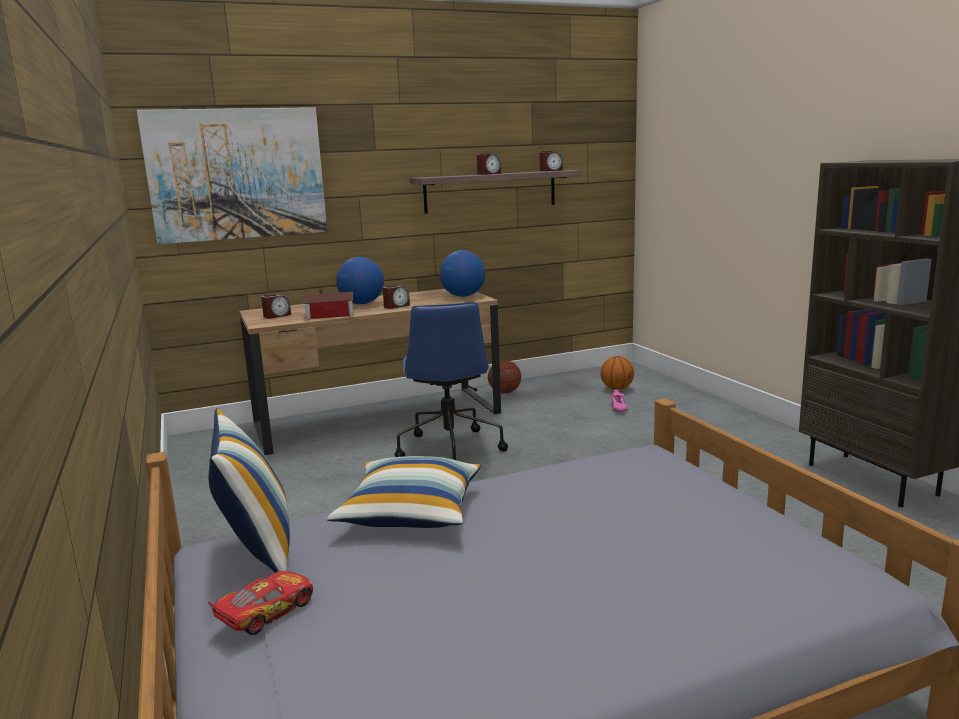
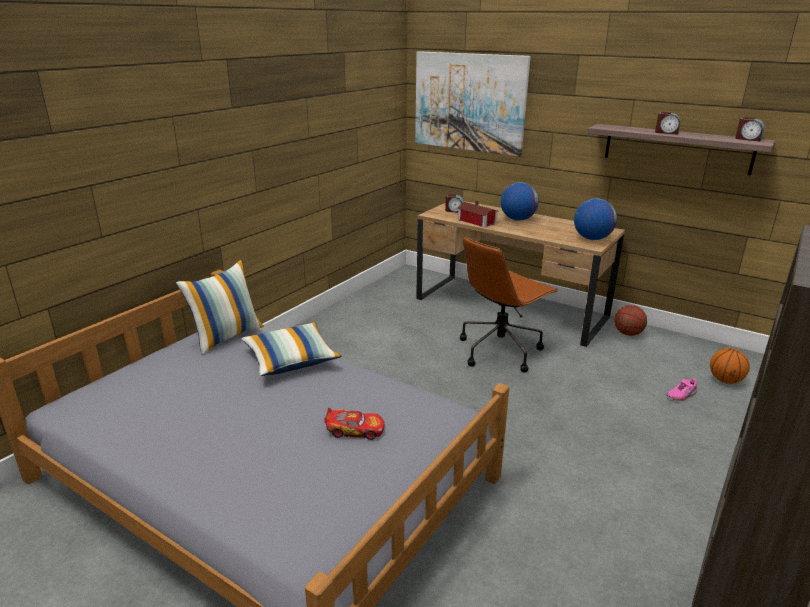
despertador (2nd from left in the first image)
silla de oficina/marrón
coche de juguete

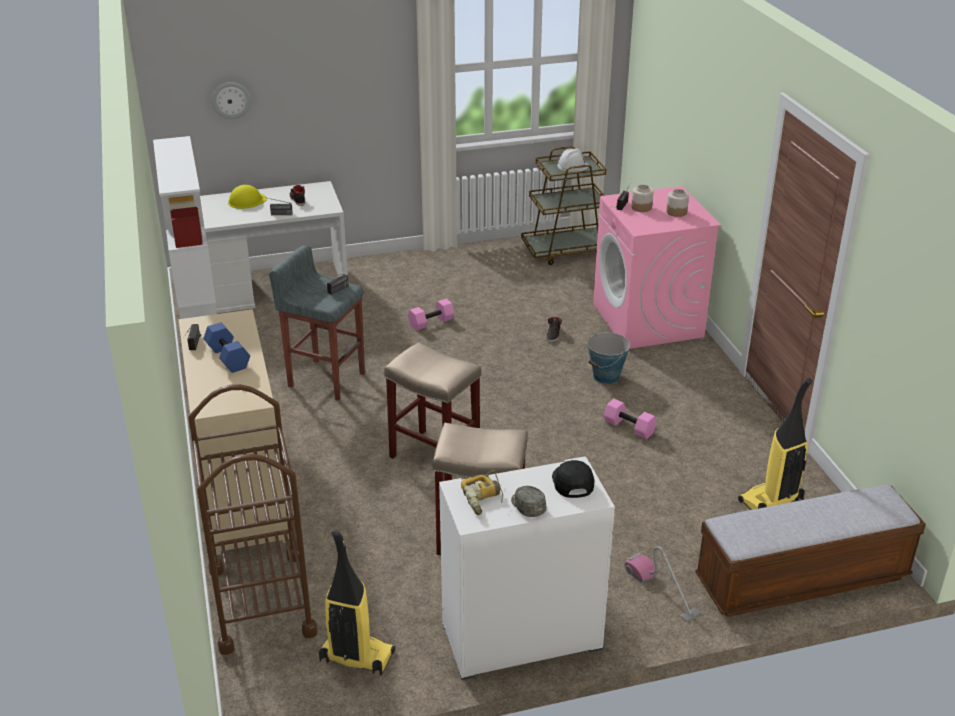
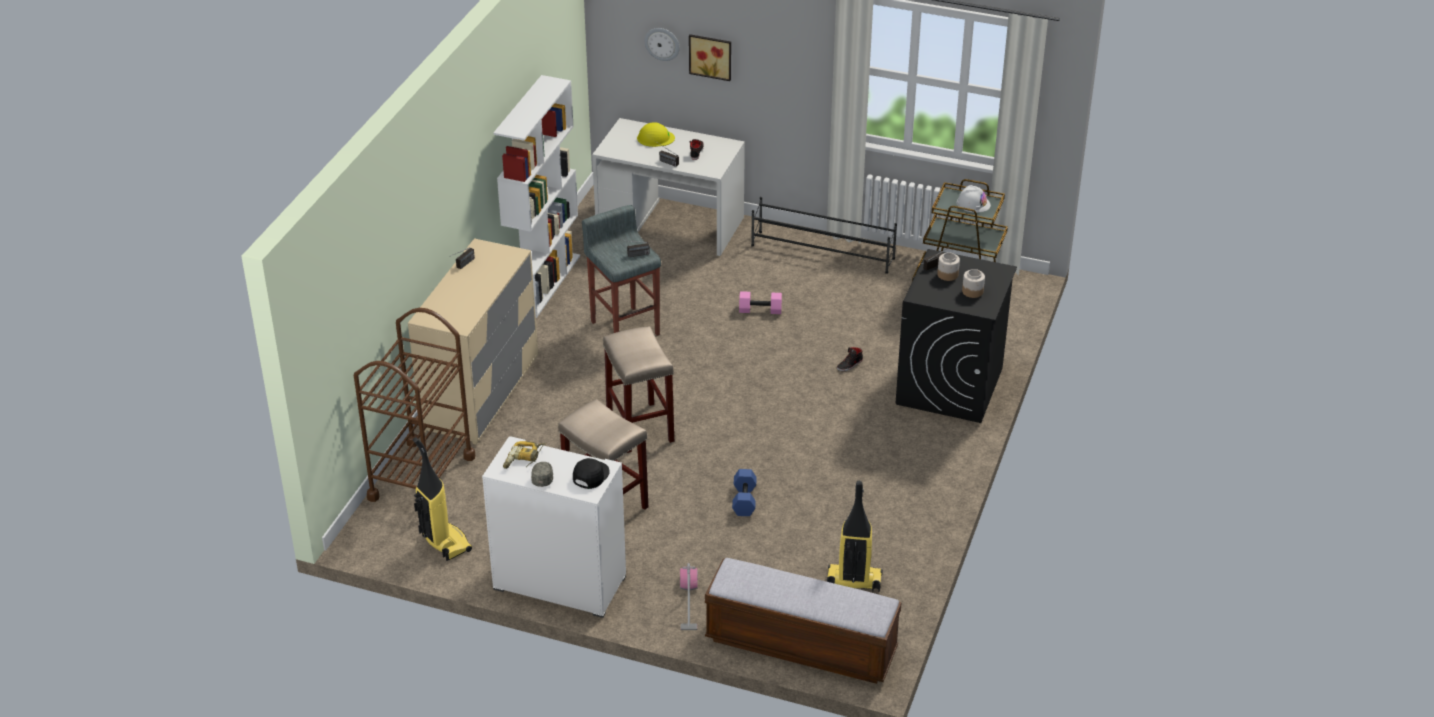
lavadora/negro
mancuerna/azul
cubo
mancuerna/rosa (2nd from left in the first image)
cuadro
zapatero/negro

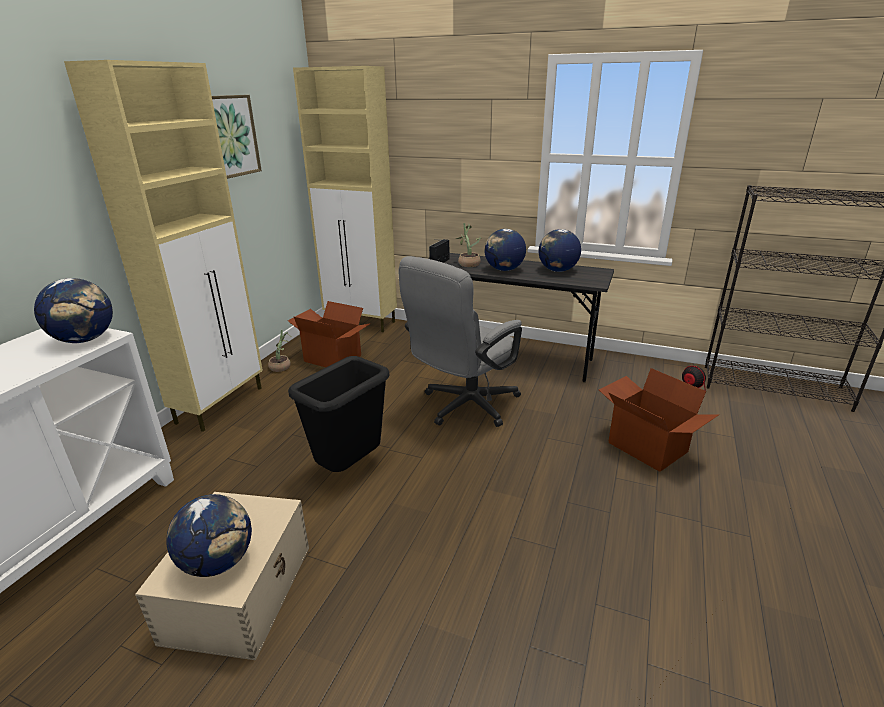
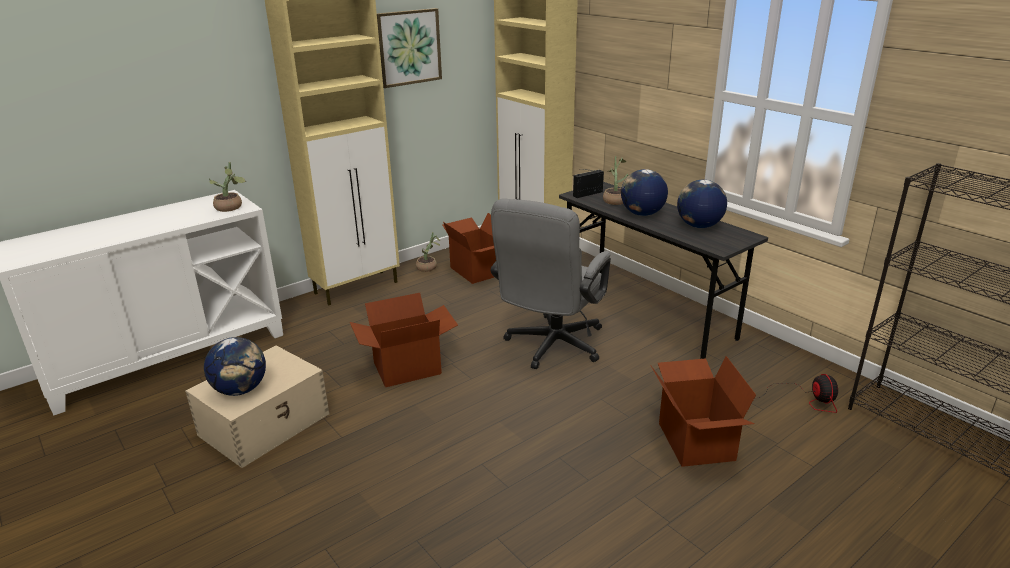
silla de oficina/gris
planta en maceta (1st from left)
caja de cartón (1st from left)

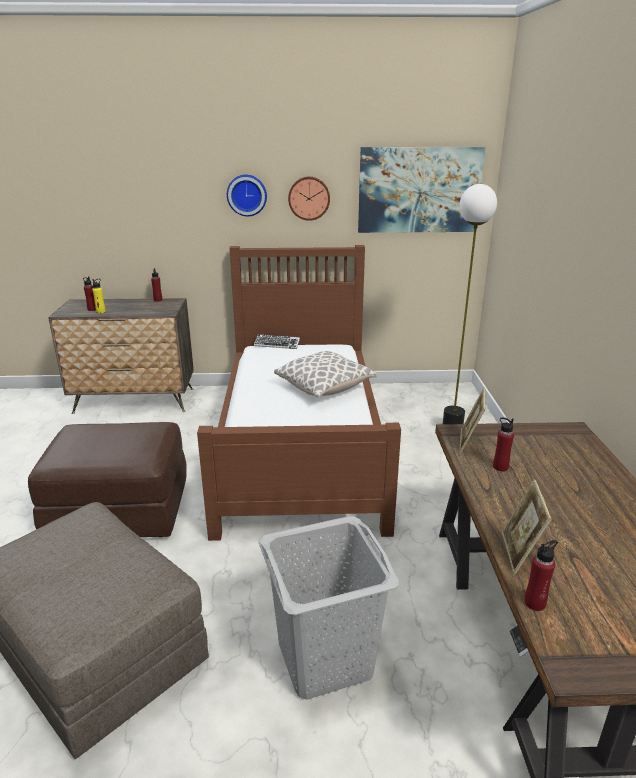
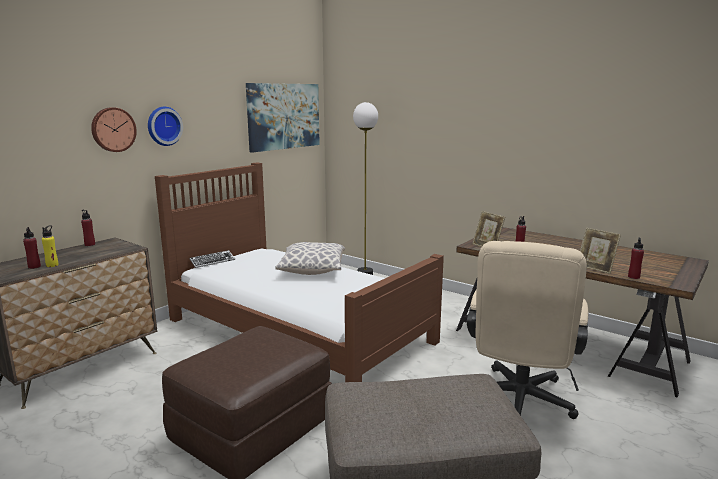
reloj de pared (1st from left)
silla de oficina/beis

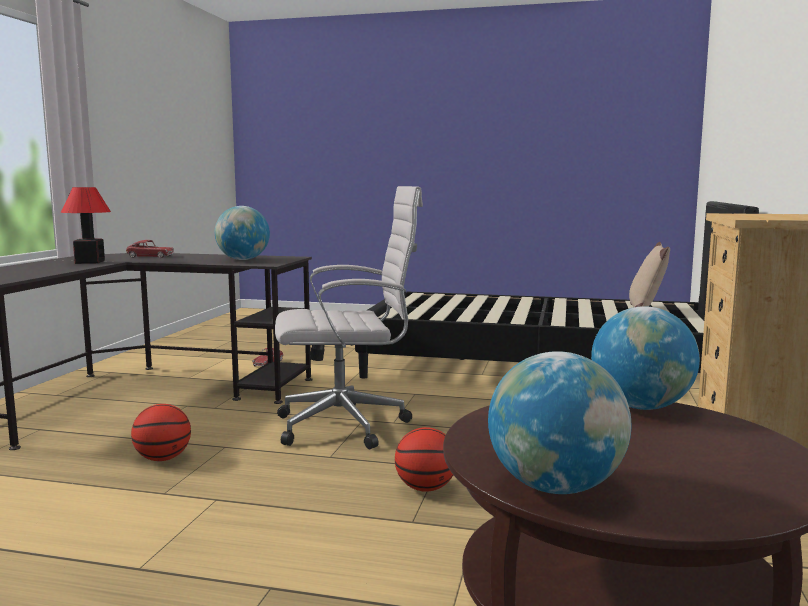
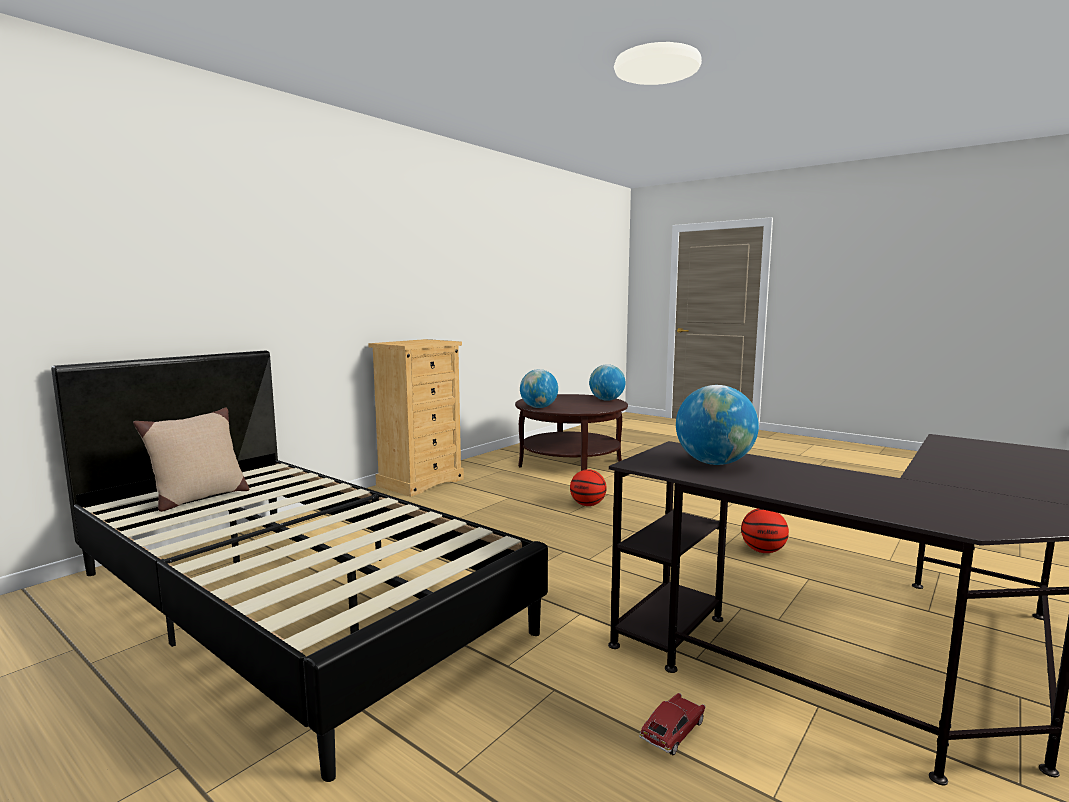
silla de oficina/blanco
lámpara de mesa
coche de juguete (1st from left in the first image)

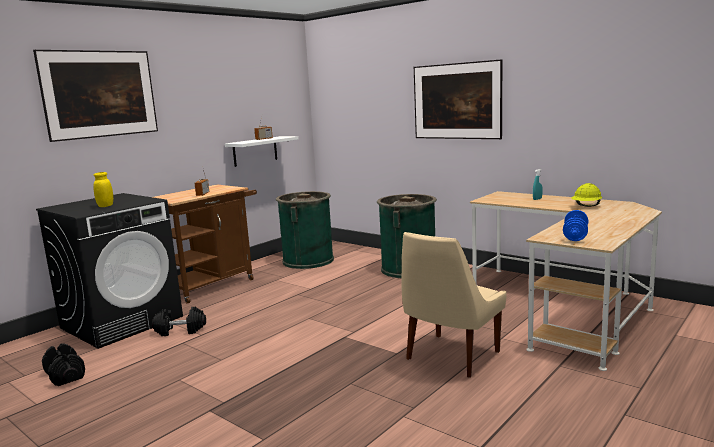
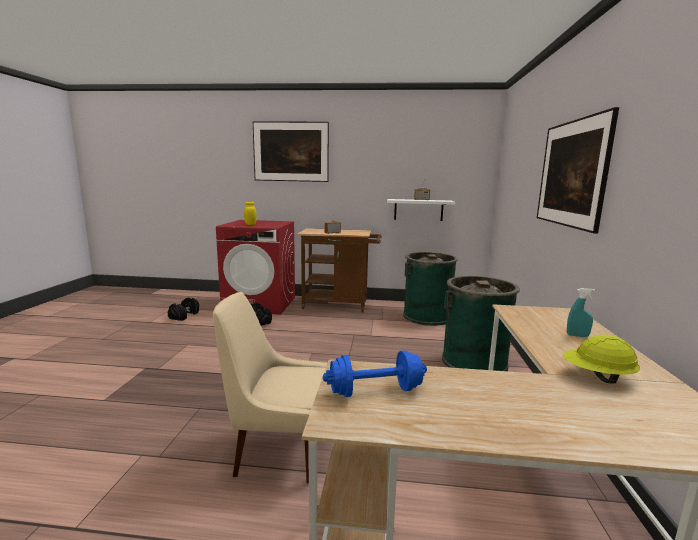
lavadora/rojo

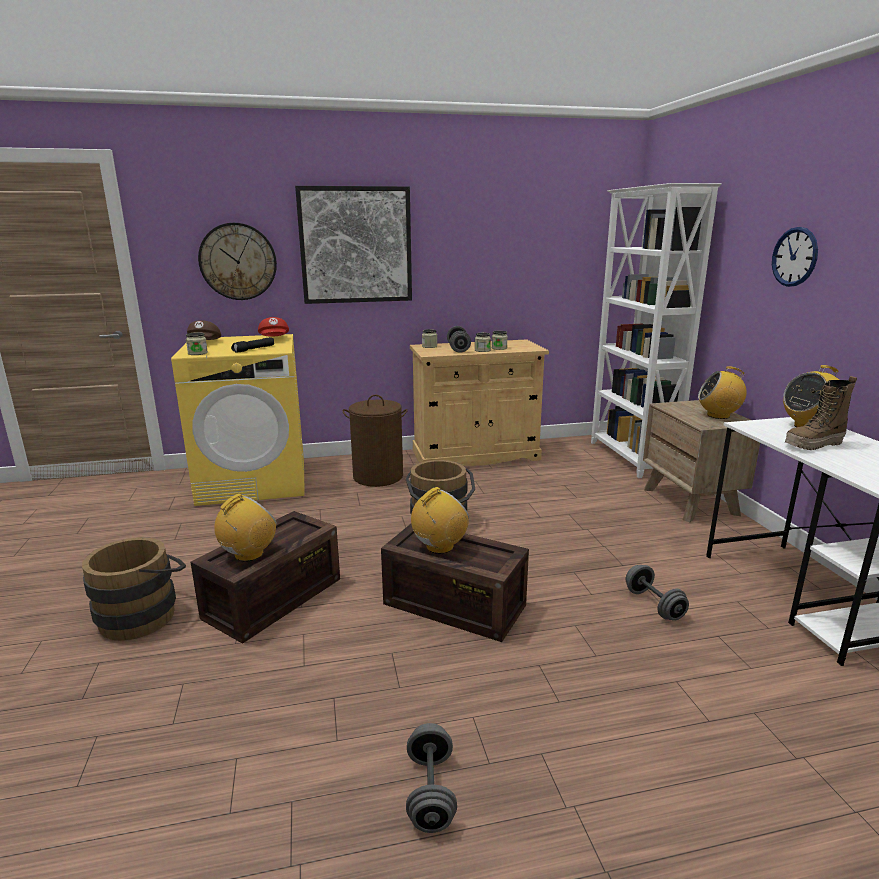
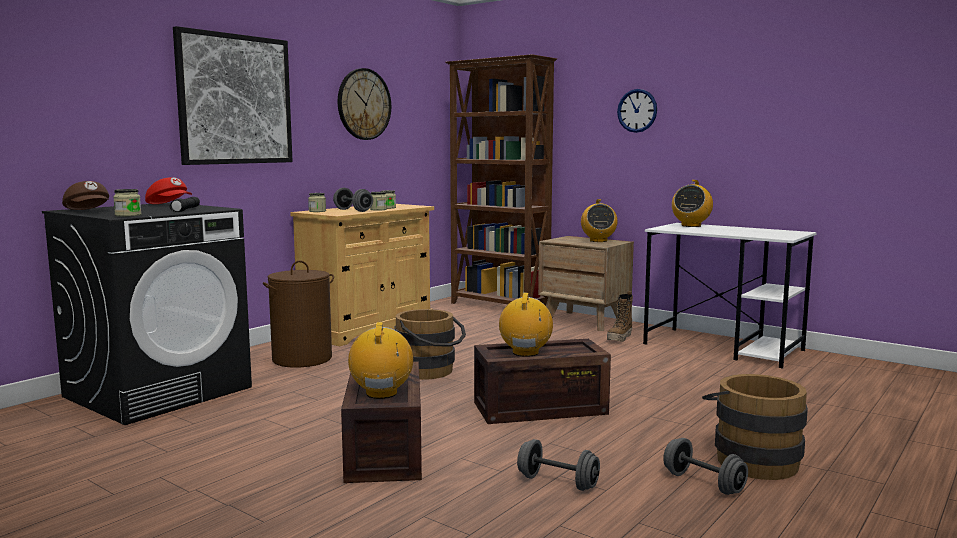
estantería/marrón
reloj de pared (1st from left)
lavadora/negro
radio (3rd from left)
bota
cubo/marrón (2nd from left)
mancuerna/gris (2nd from left)

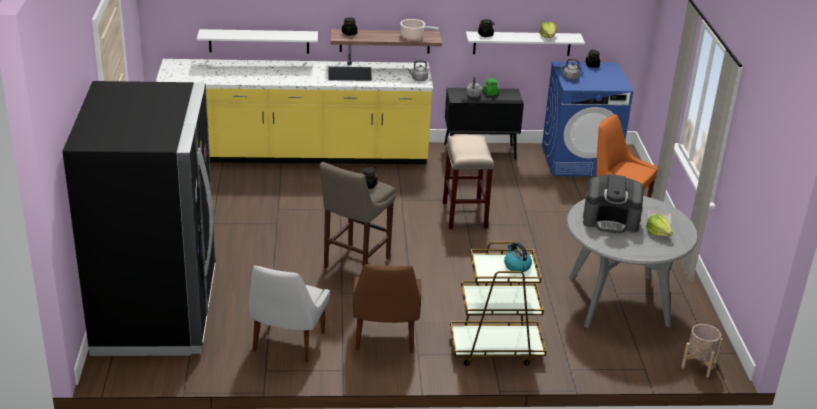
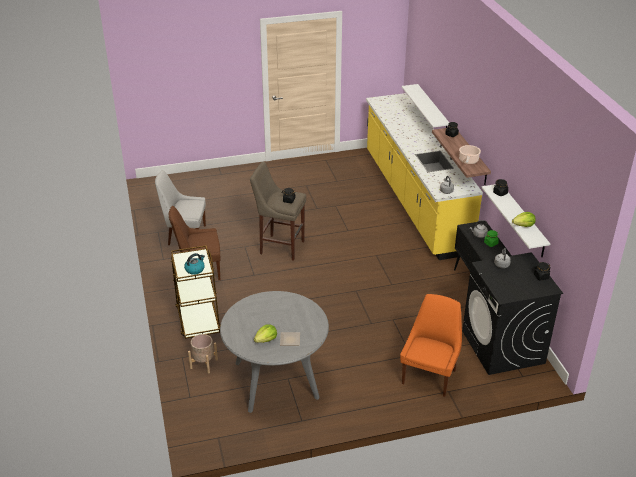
lavadora/negro
nevera/negro
taburete/beis (2nd from left in the first image)
cafetera
maceta/beis

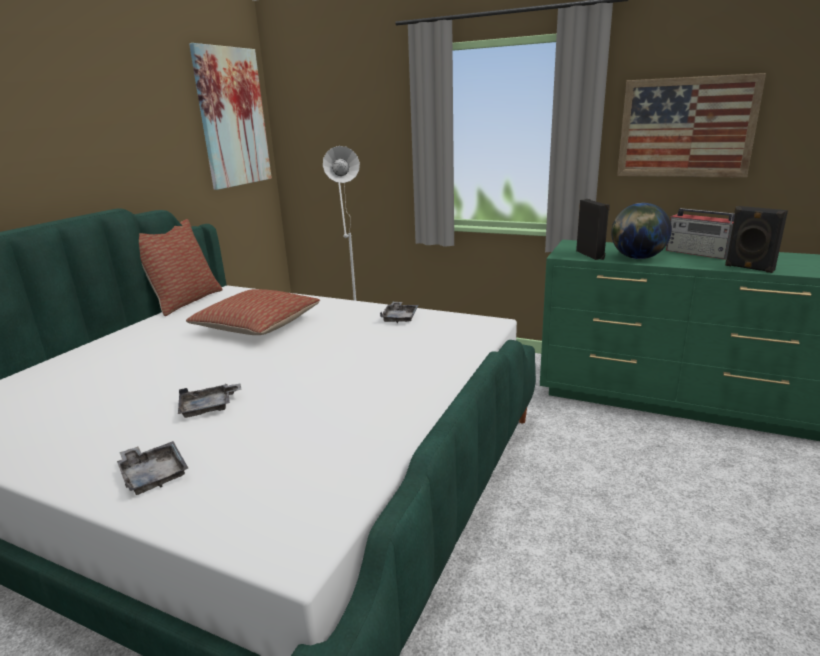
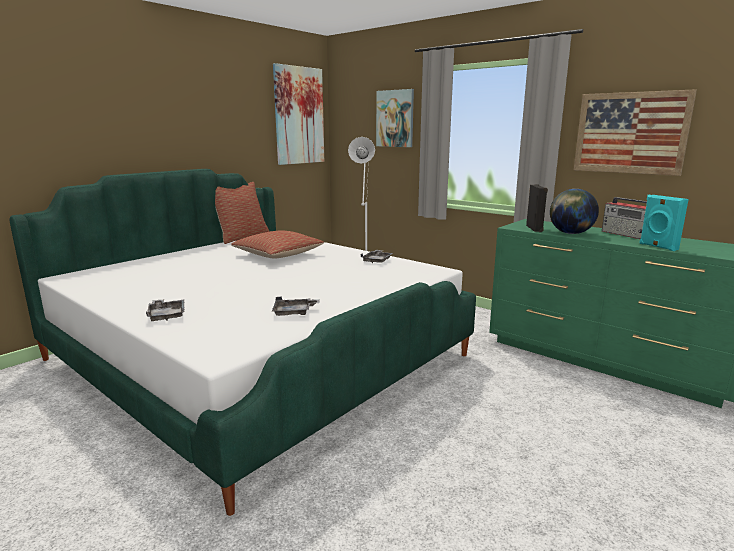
altavoz/turquesa
bandeja/gris (2nd from left)
cuadro (2nd from left)

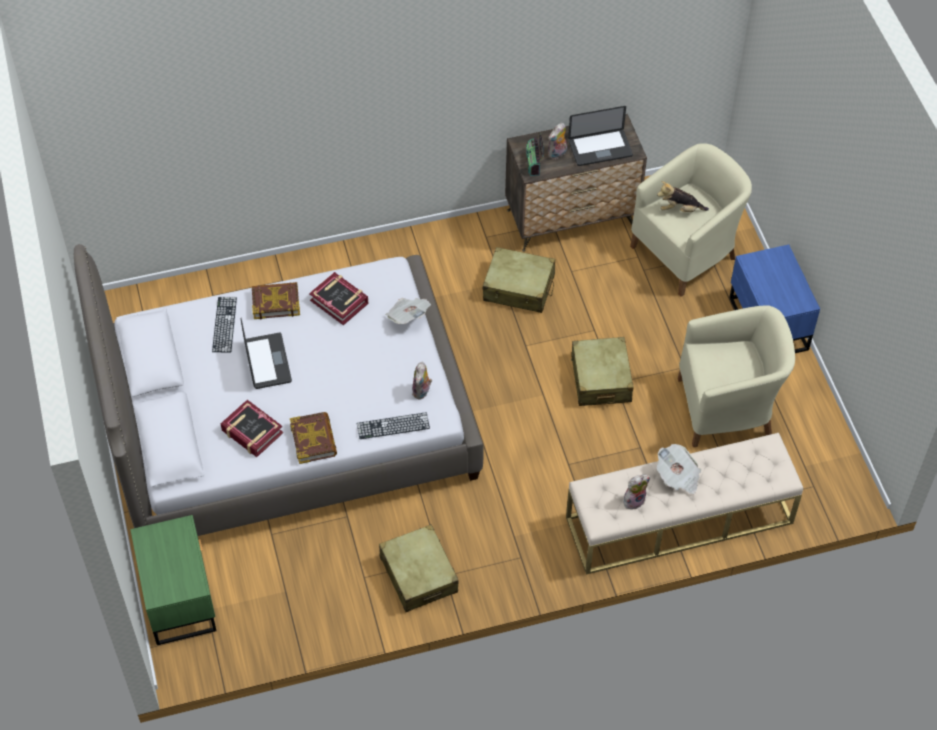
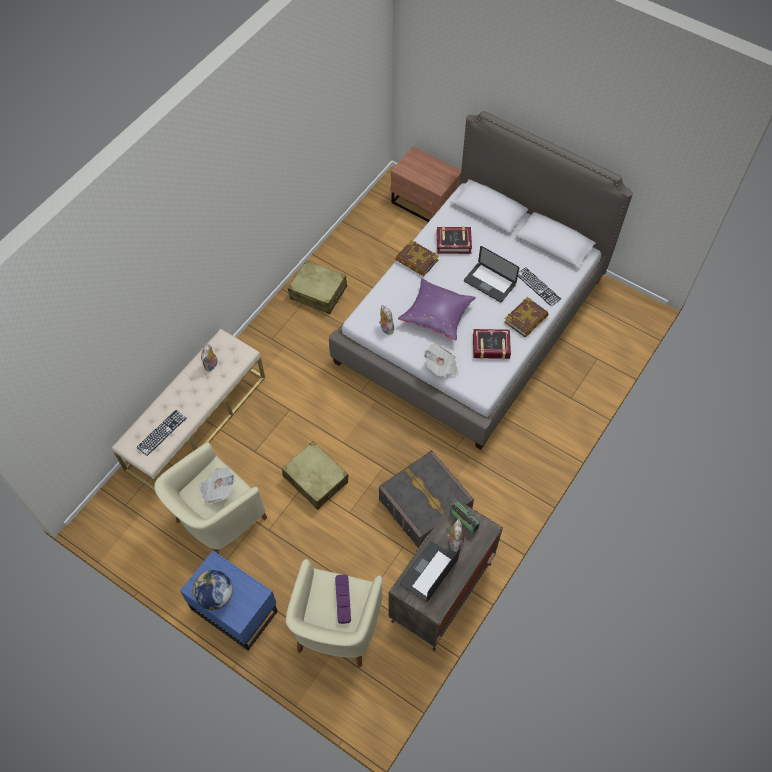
bandeja/morado
caja de almacenaje/gris
teclado (1st from left)
periódico (1st from left)
mesita de noche/marrón
cojín/morado
globo terráqueo

